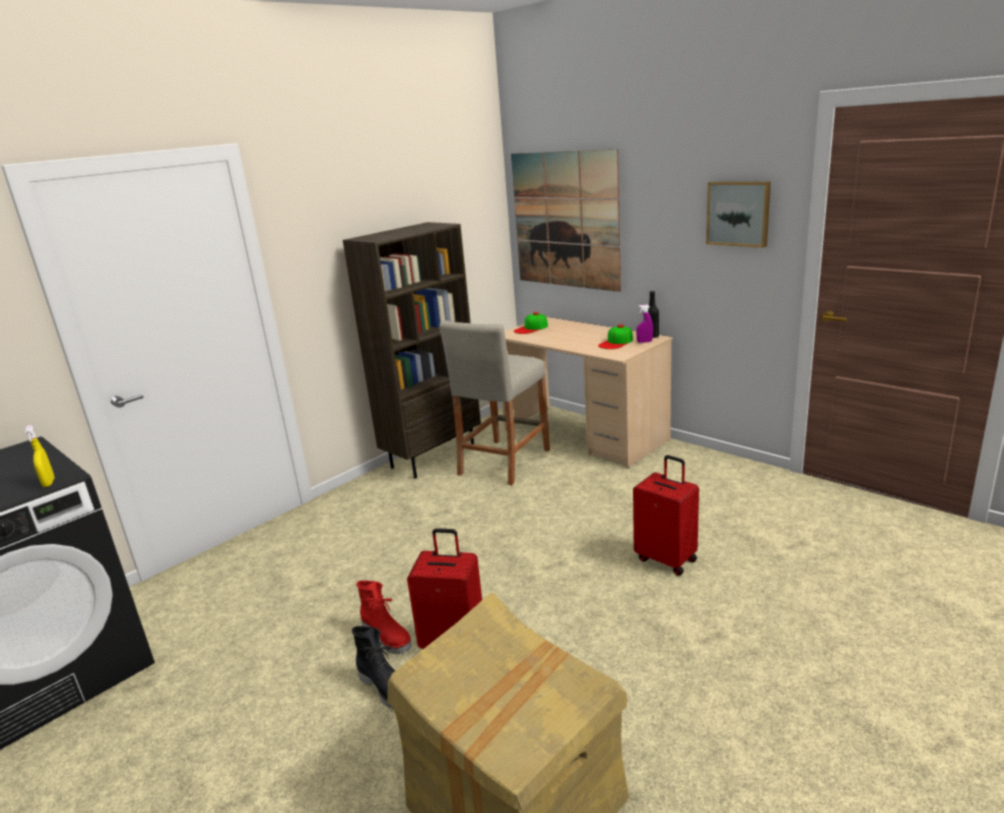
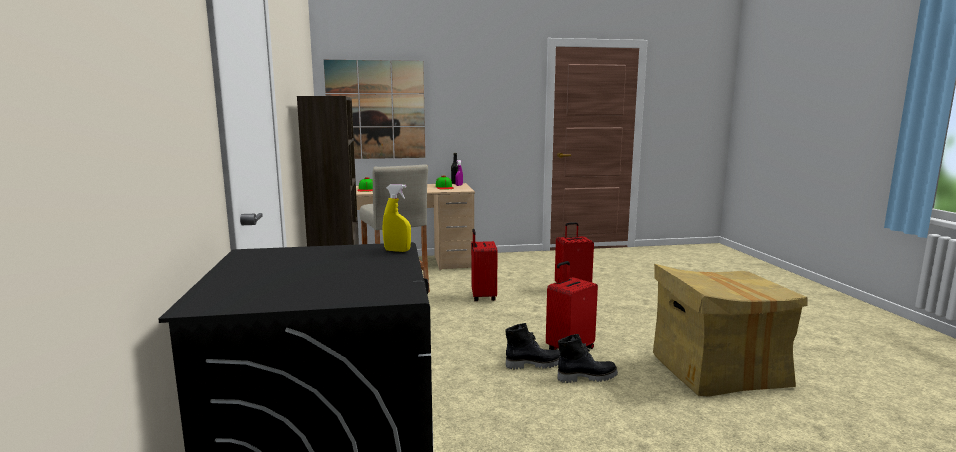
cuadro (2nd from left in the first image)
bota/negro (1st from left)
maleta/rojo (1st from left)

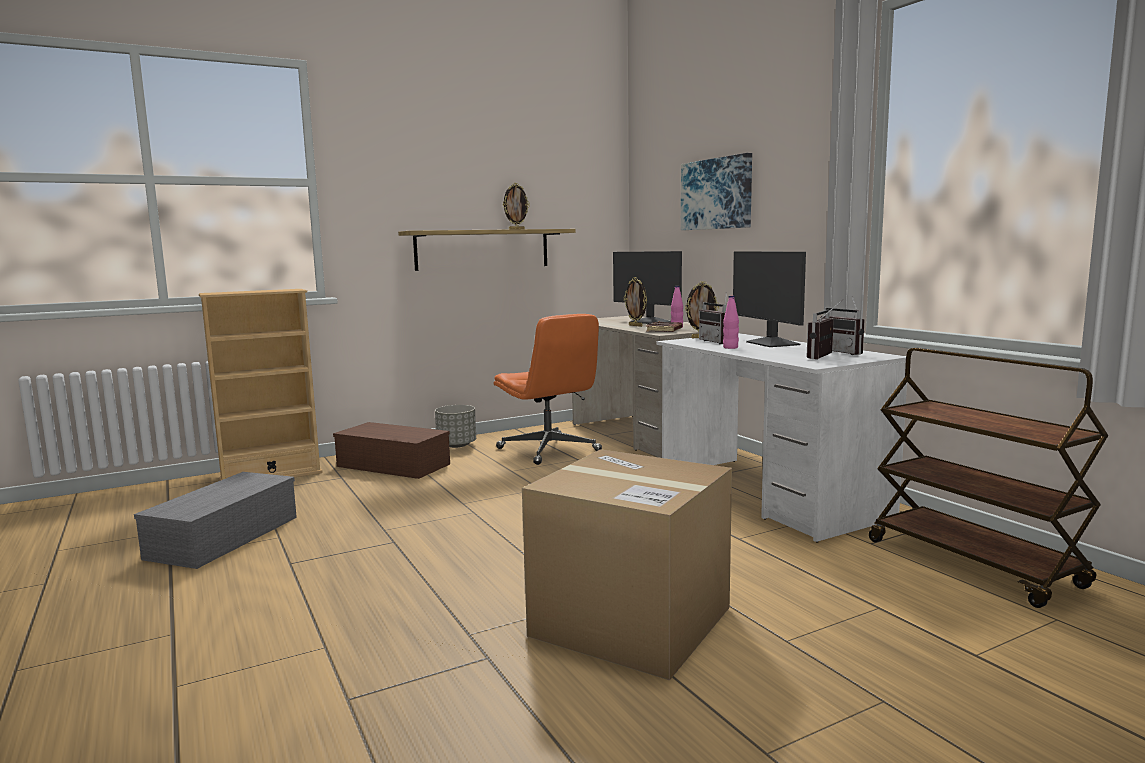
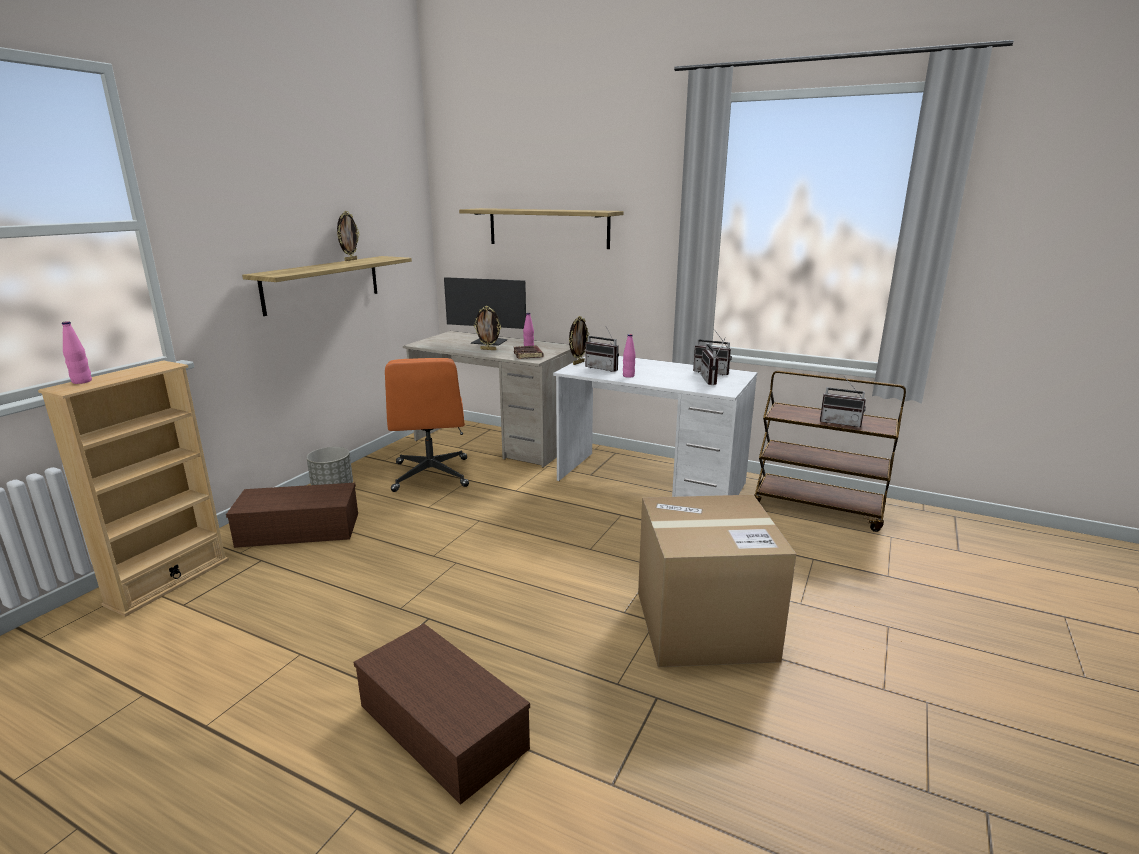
estante (2nd from left)
monitor (2nd from left in the first image)
silla de oficina/naranja
caja de almacenaje/gris
botella/rosa (1st from left)
radio (4th from left)
caja de almacenaje/marrón (2nd from left)

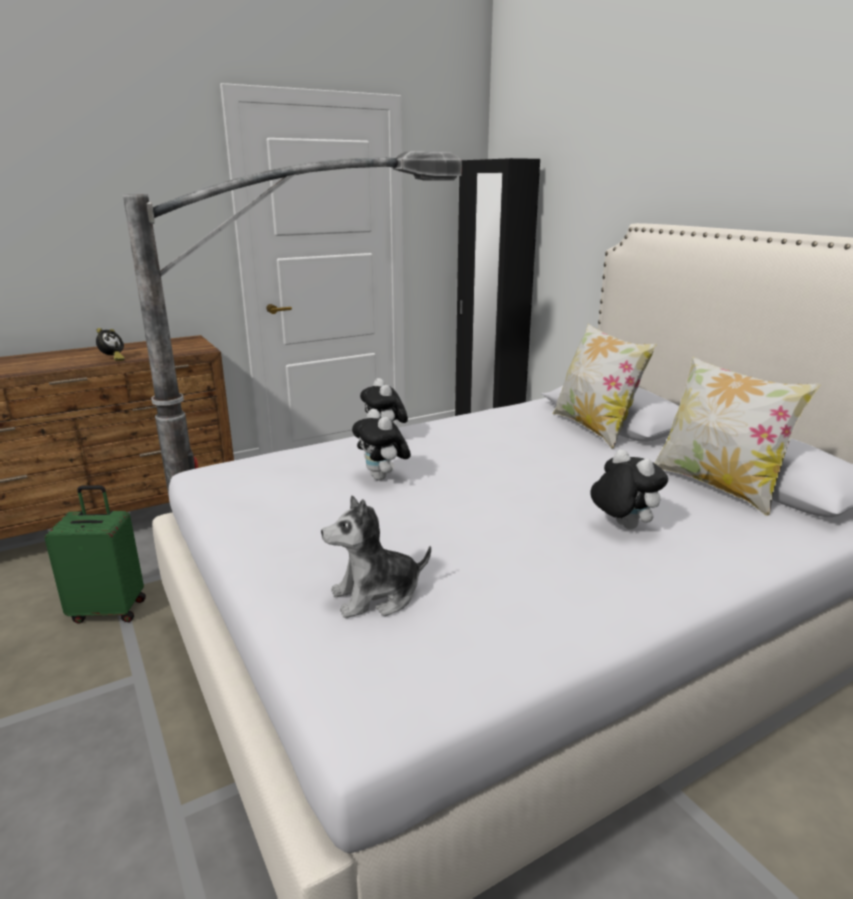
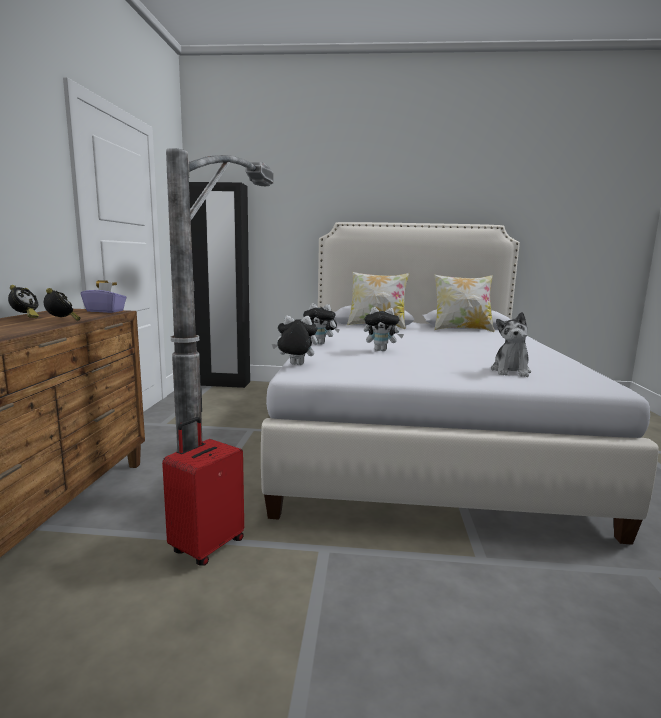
peluche (1st from left)
maleta/rojo
caja de pañuelos/morado
despertador (1st from left)

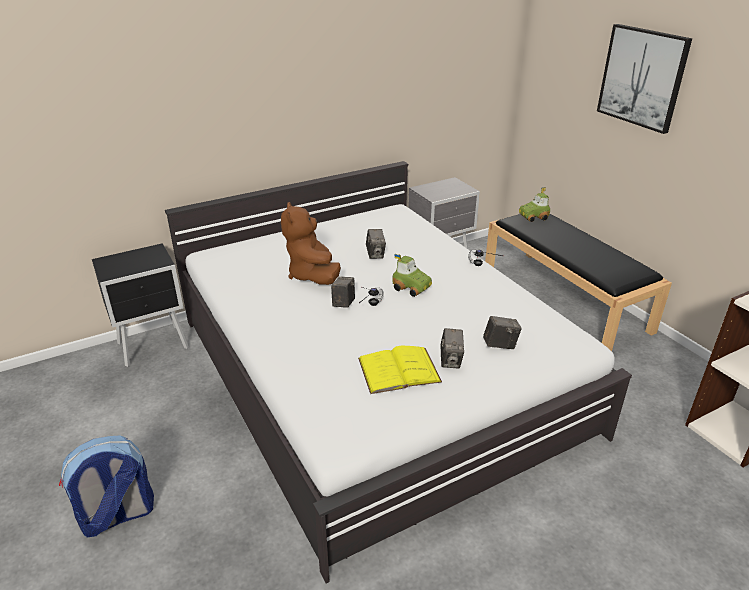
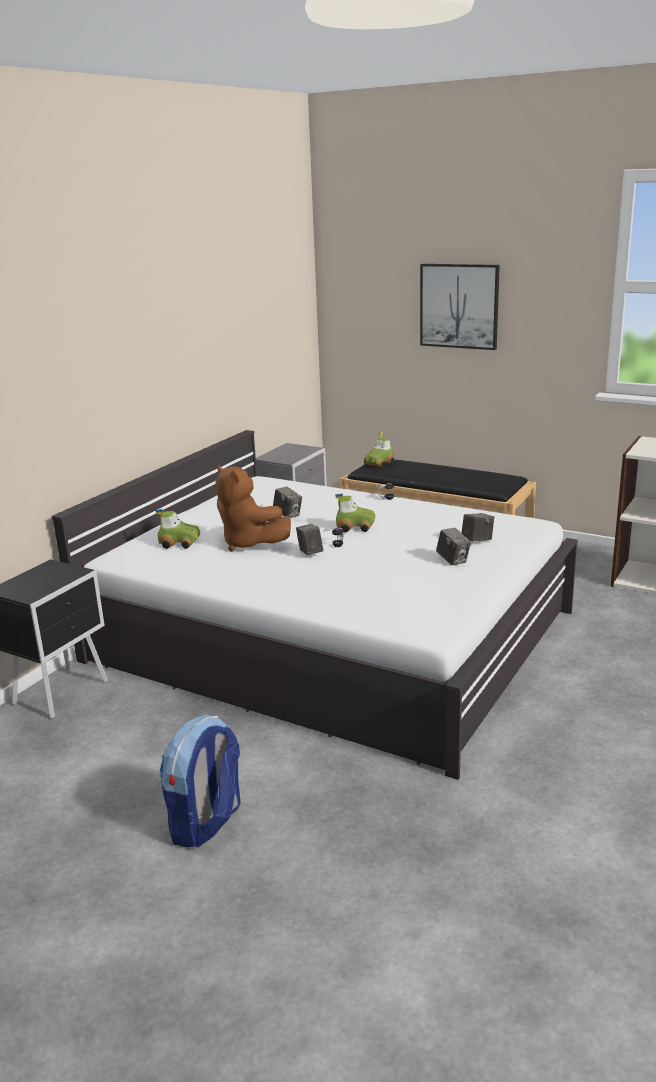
libro/amarillo
coche de juguete (1st from left)

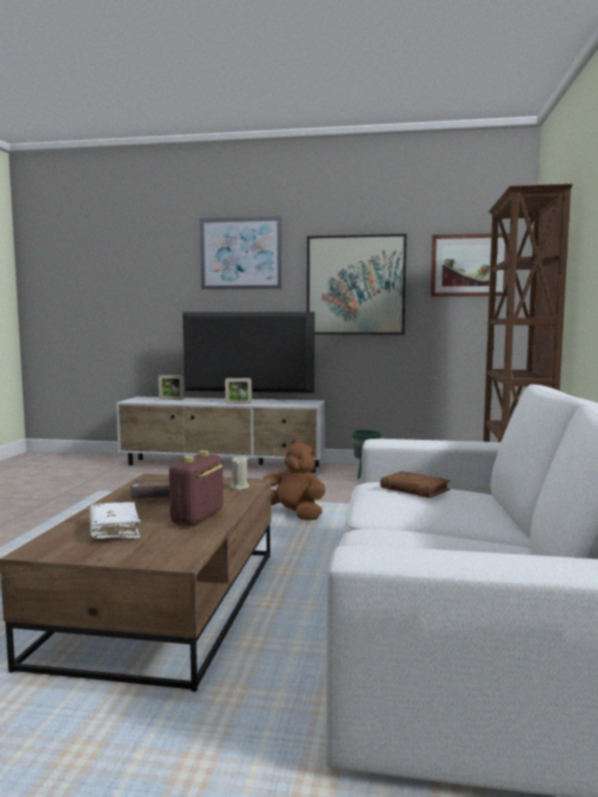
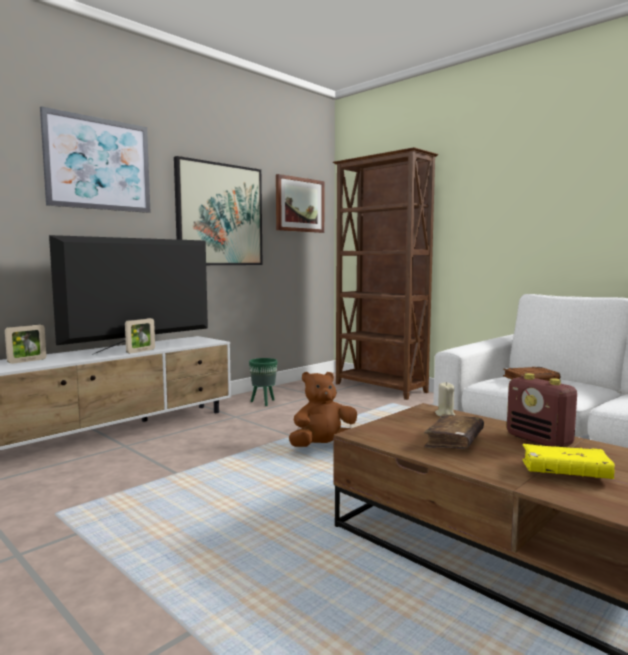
libro/amarillo

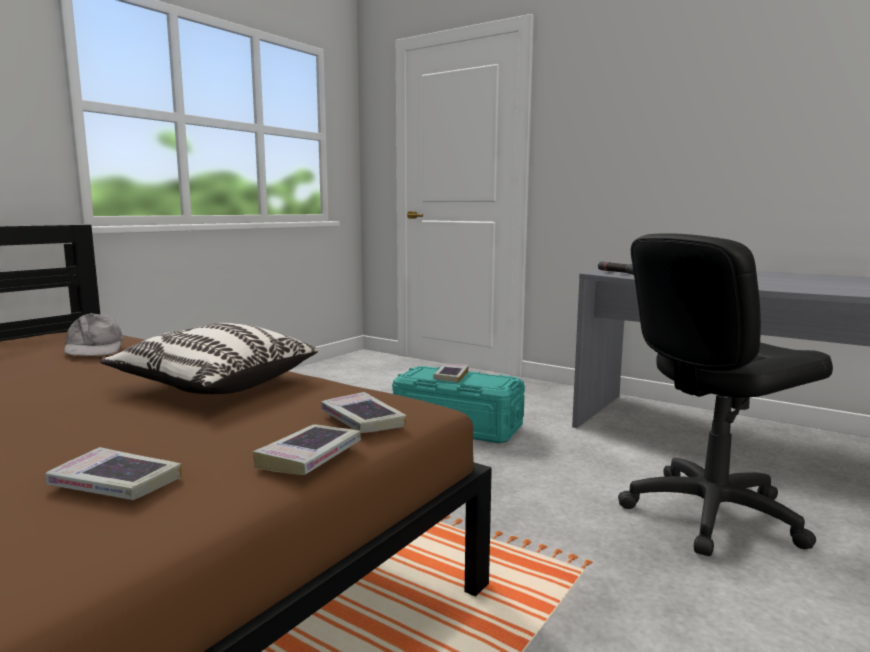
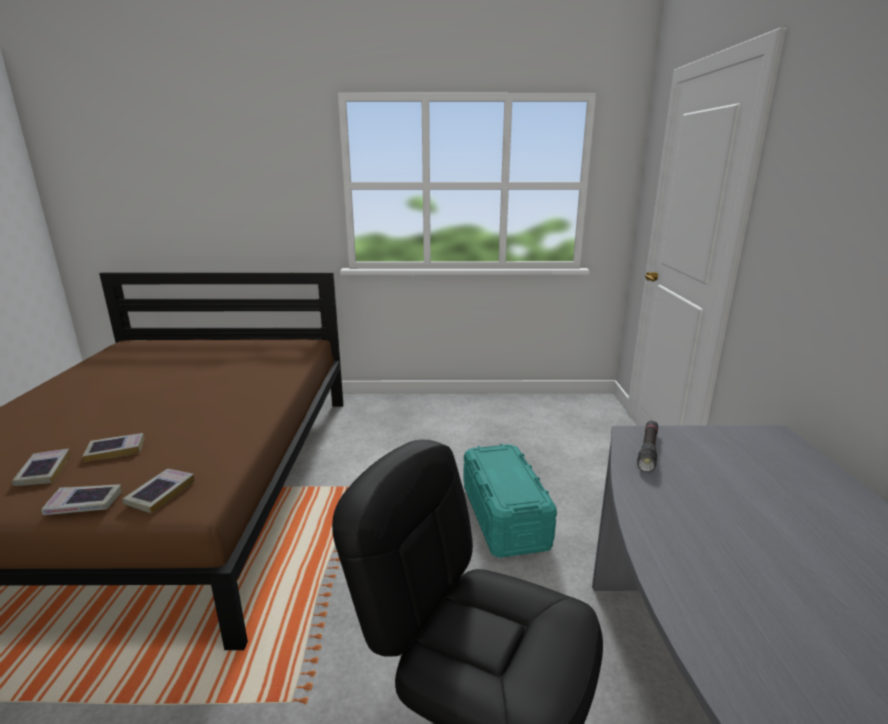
gorra/gris
cojín
libro (3rd from left)

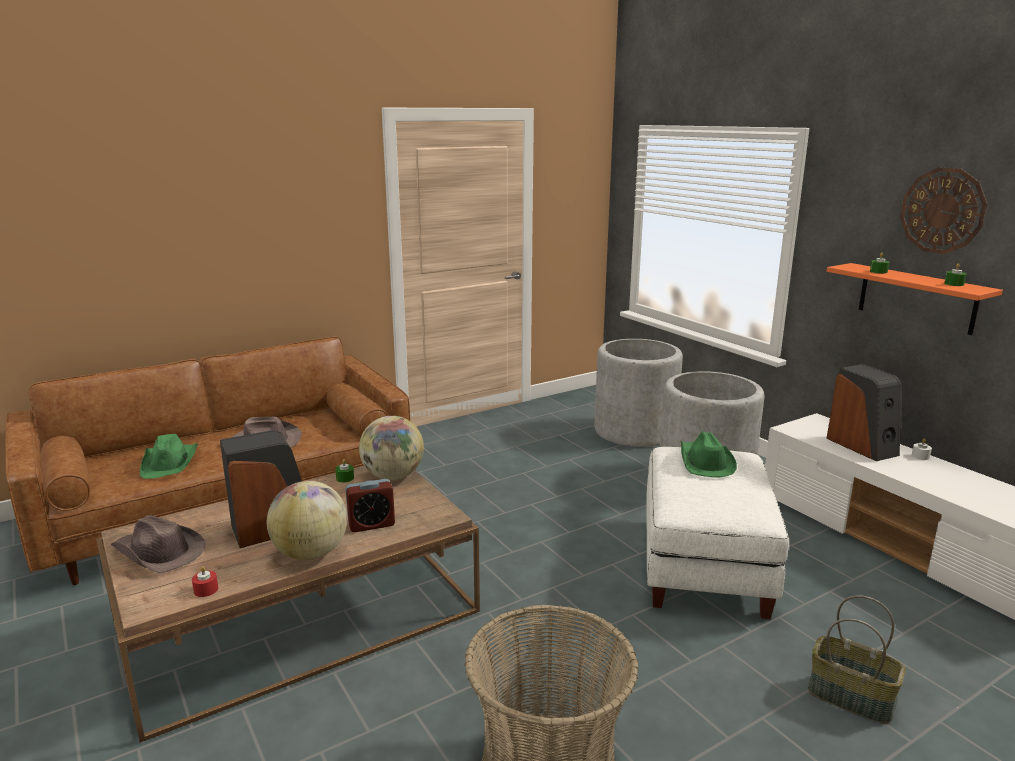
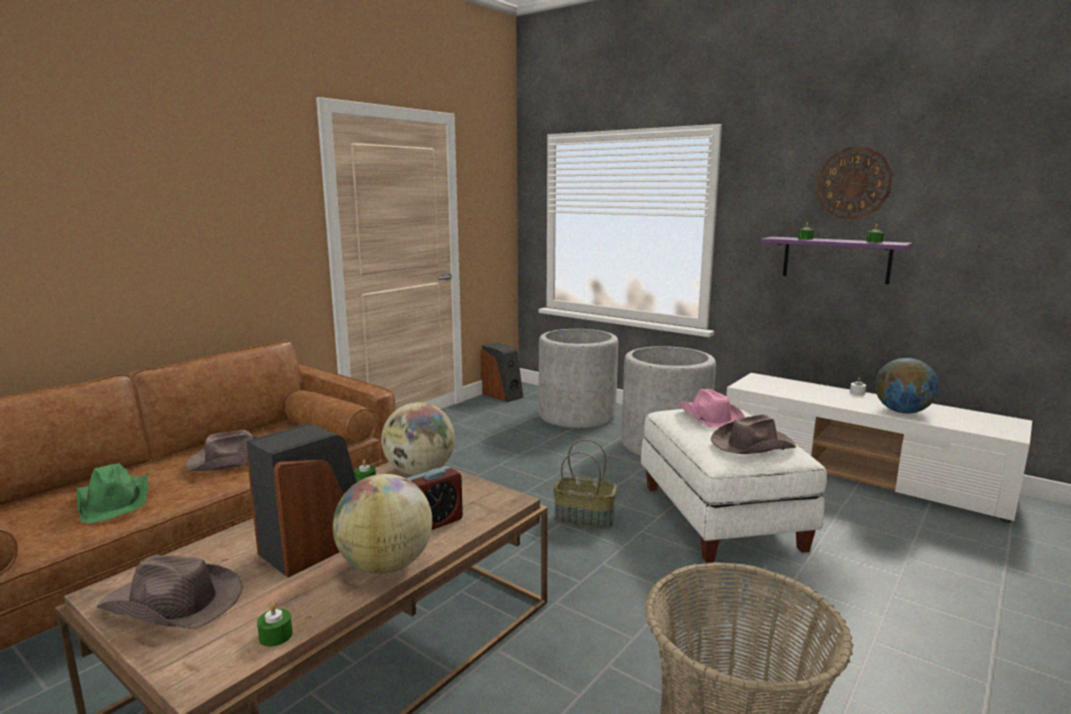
estante/morado
altavoz (2nd from left)
sombrero/rosa
vela/verde (1st from left)
cesta (1st from left)
globo terráqueo (3rd from left)
sombrero/marrón (3rd from left)

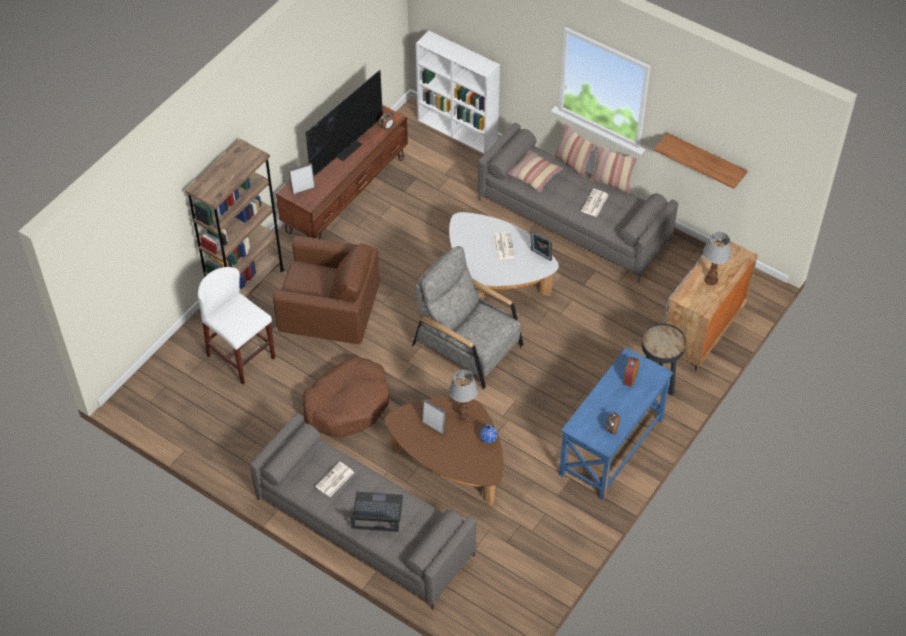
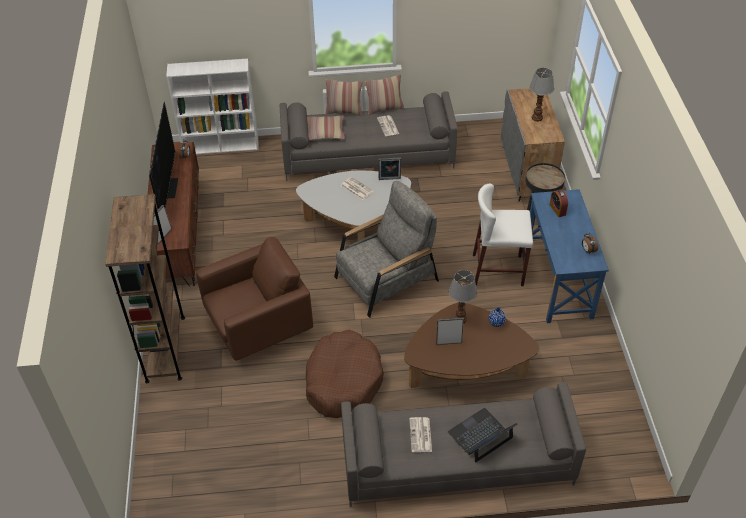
estante
sillón/gris
taburete/blanco

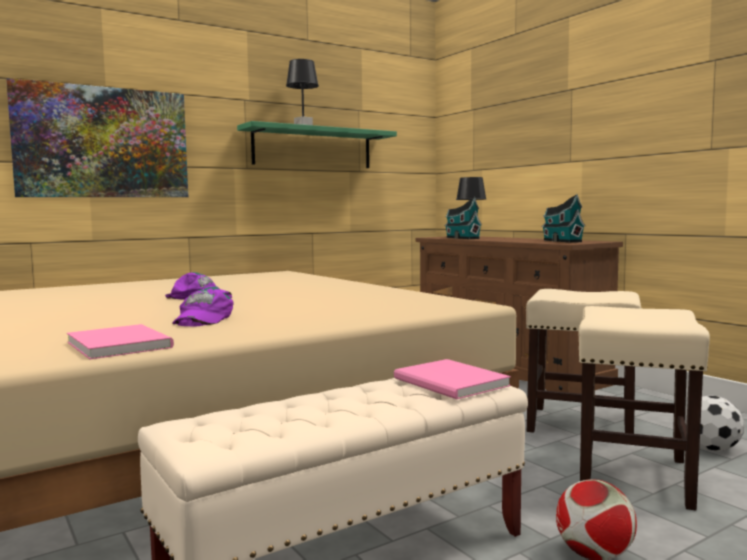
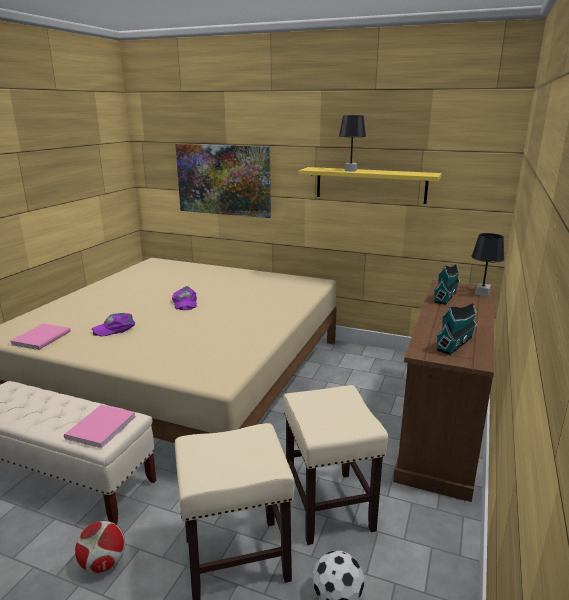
estante/amarillo

